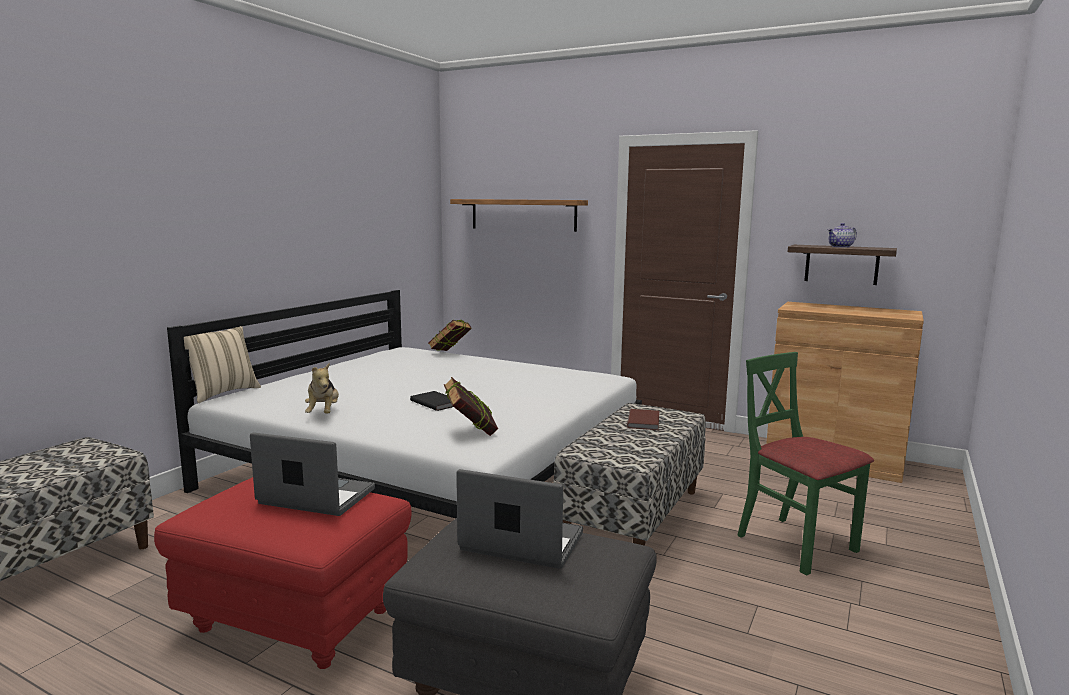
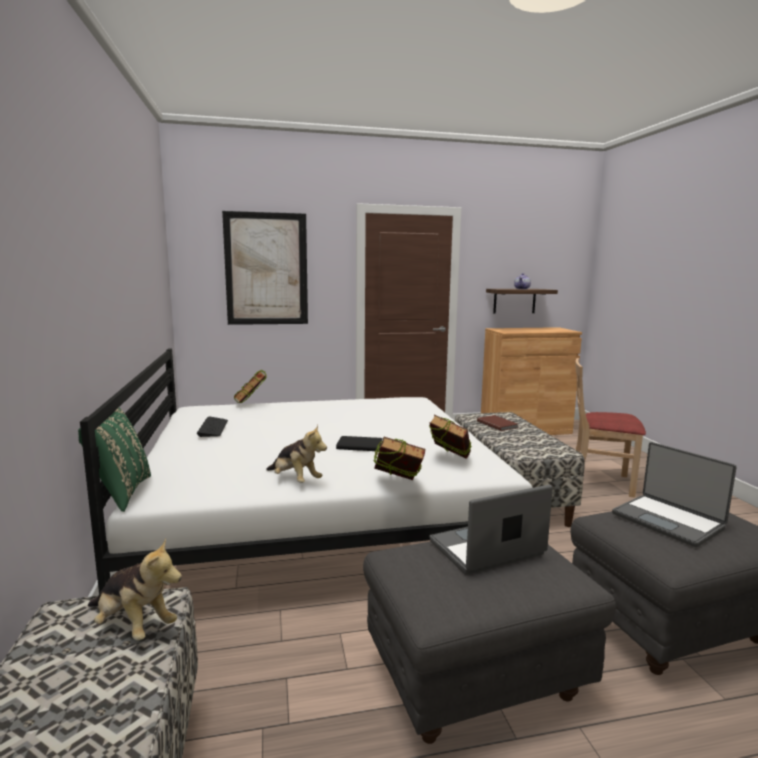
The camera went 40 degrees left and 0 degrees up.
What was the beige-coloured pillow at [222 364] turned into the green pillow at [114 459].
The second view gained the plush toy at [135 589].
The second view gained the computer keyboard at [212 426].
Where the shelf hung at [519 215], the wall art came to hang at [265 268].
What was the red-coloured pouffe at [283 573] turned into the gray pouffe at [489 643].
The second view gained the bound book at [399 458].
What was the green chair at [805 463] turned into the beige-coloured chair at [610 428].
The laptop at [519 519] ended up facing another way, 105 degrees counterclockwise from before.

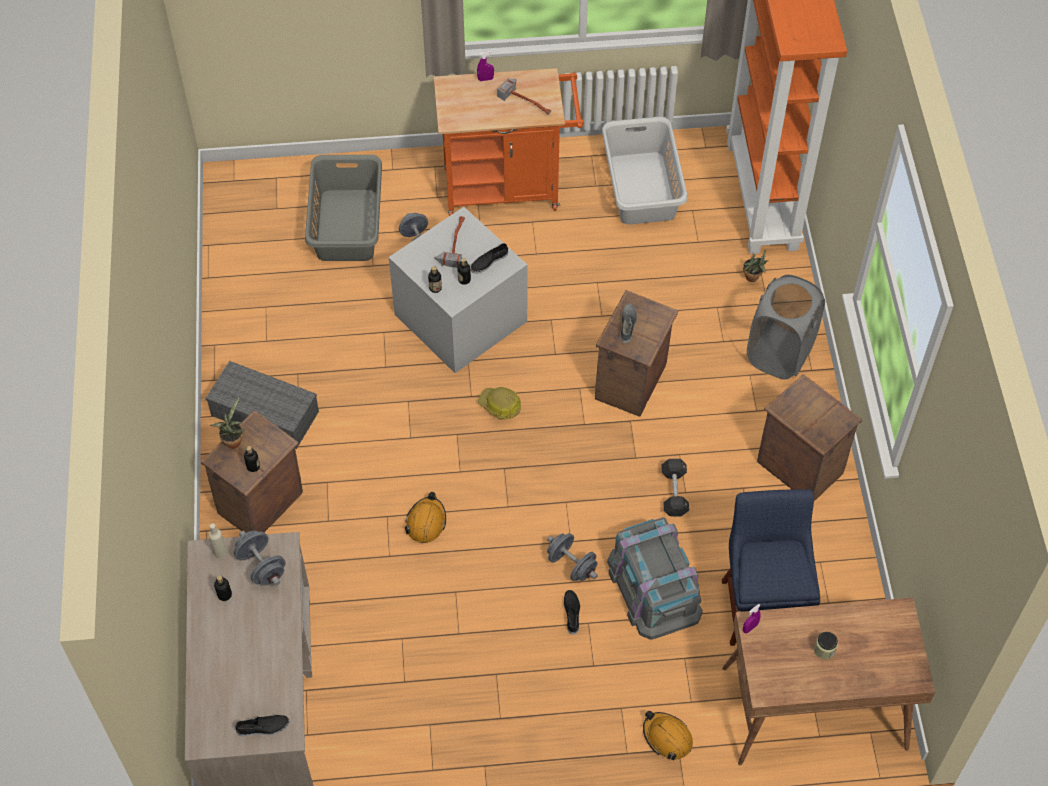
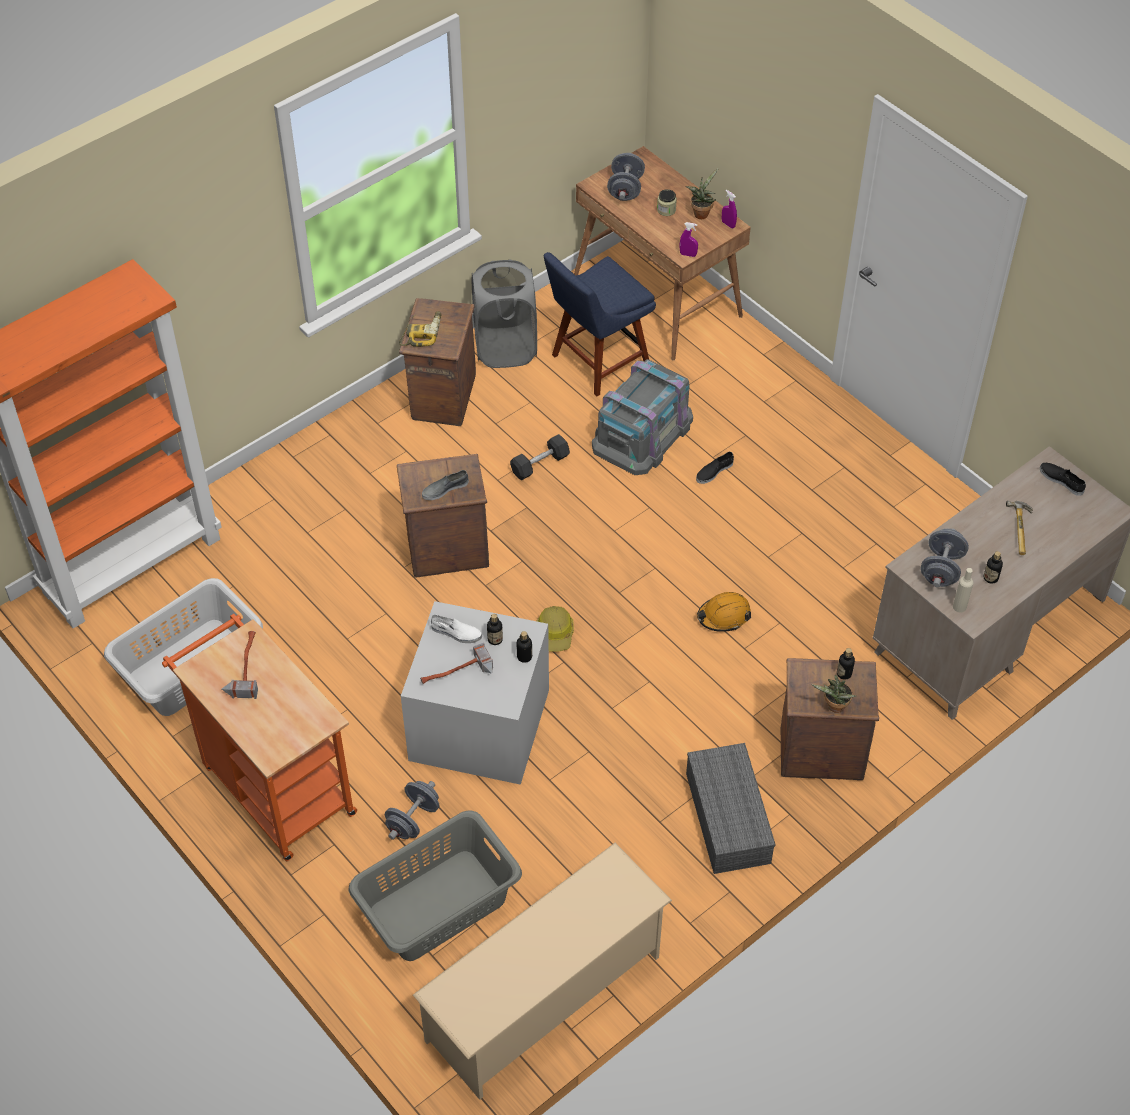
The camera went 125 degrees left and 5 degrees down.
The second view gained the electric drill at [420 329].
The second view gained the beige-coloured shoe stand at [542 971].
What was the blackish low shoe at [489 258] turned into the white low shoe at [456 629].
The gray hamper ended up elsewhere, having gone from [786 327] to [504 313].
The gray free weight ended up elsewhere, having gone from [572 557] to [626 177].
The potted plant ended up elsewhere, having gone from [756 265] to [702 193].
The purple-coloured spray bottle ended up elsewhere, having gone from [485 66] to [729 209].
The second view gained the hammer at [1019 528].
The second view lost the orange-coloured safety helmet at [668 735].

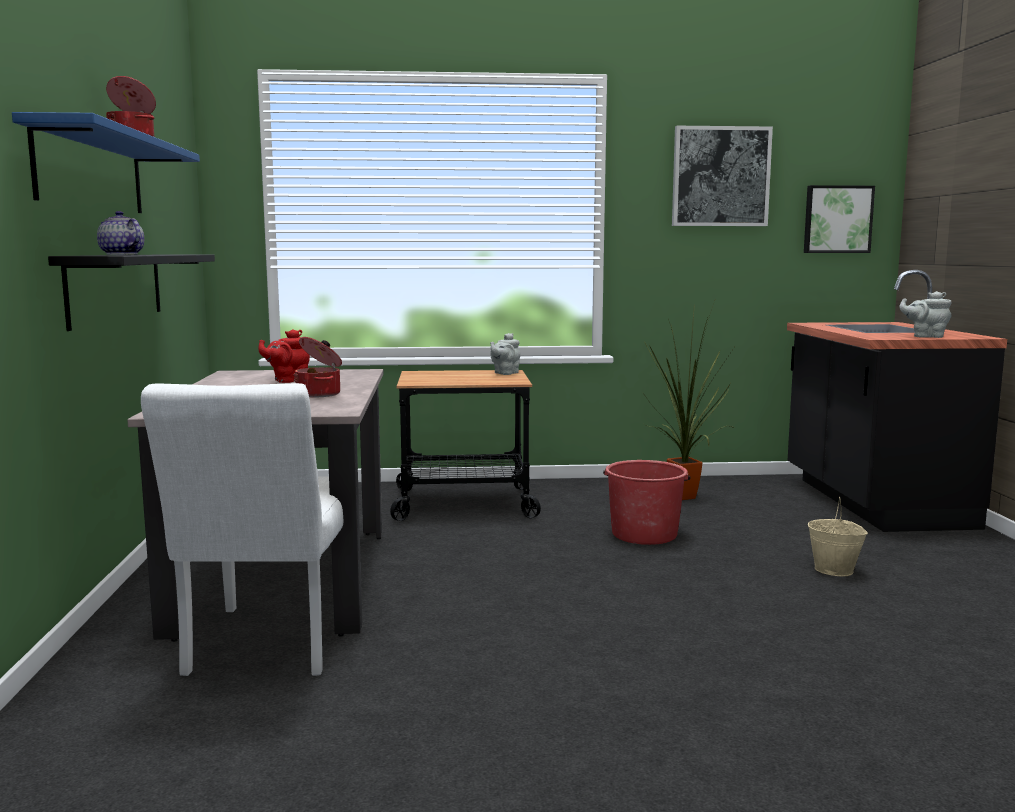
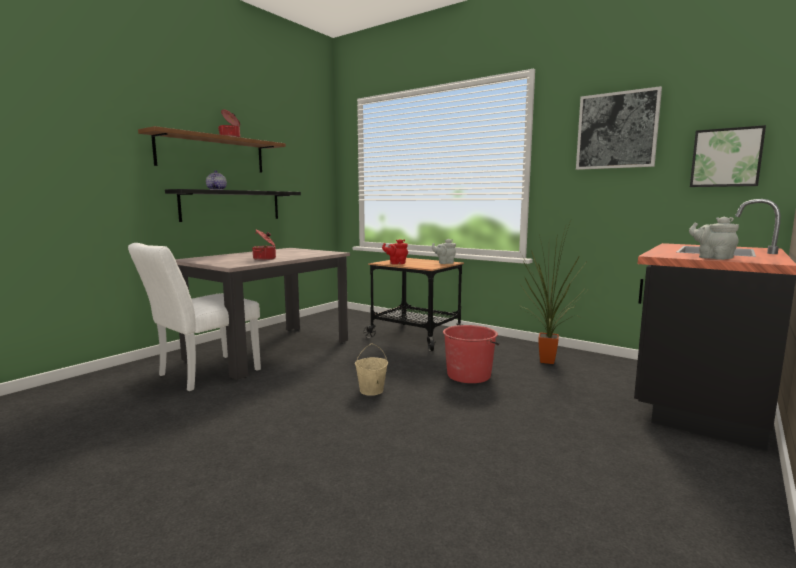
The camera went 40 degrees right and 0 degrees up.
What was the bluish shelf at [106 162] turned into the brownish shelf at [212 149].
The beige-coloured pail ended up elsewhere, having gone from [838 536] to [371 369].
The red-coloured pot for tea ended up elsewhere, having gone from [284 356] to [395 251].

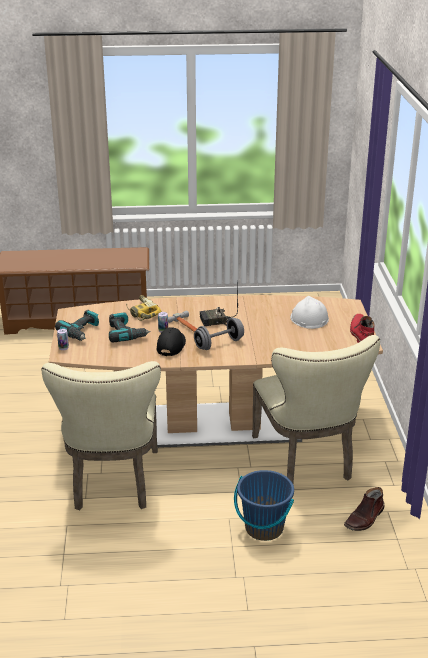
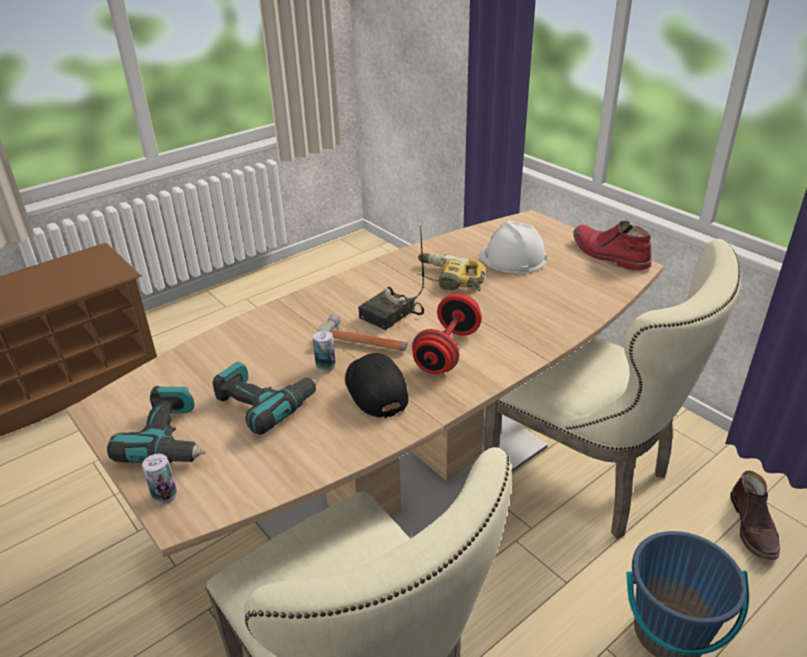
The camera went 35 degrees left and 5 degrees up.
What was the gray free weight at [219 333] turned into the red-coloured free weight at [447 334].
The electric drill ended up elsewhere, having gone from [144 308] to [451 272].

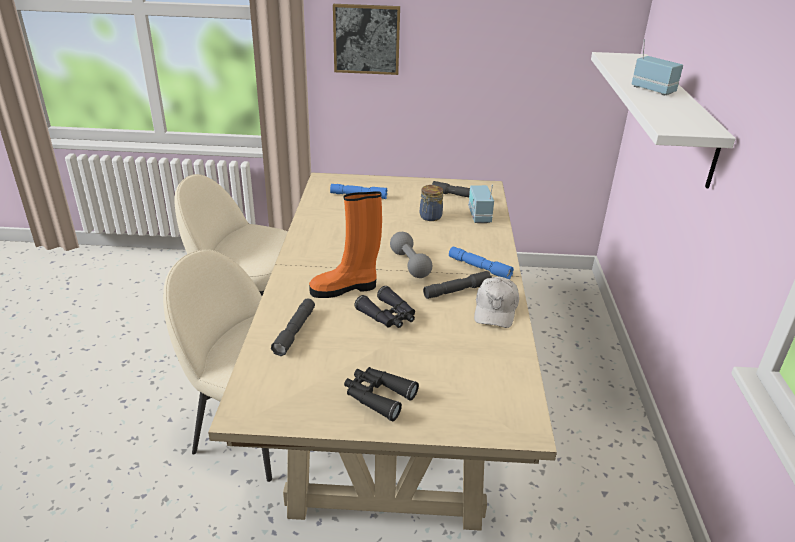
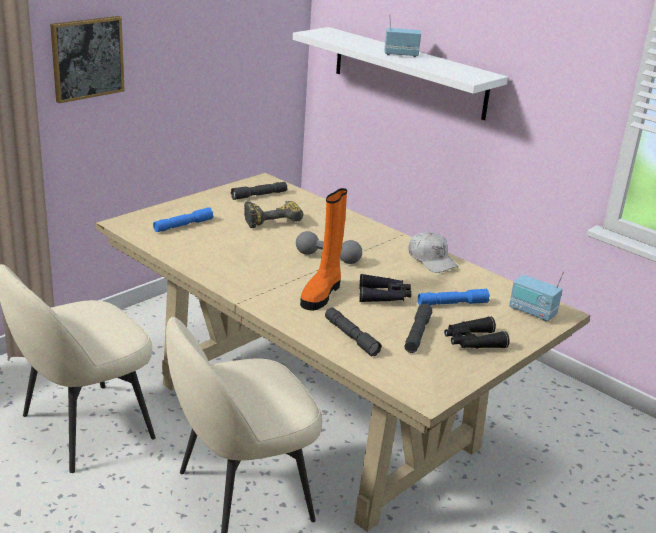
The camera went 50 degrees left and 5 degrees down.
Where the preserve jar stood at [431 203], the electric drill came to stand at [273 214].
The gray hand torch ended up elsewhere, having gone from [457 285] to [418 328].
The bluish hand torch ended up elsewhere, having gone from [481 262] to [454 297].
The radio set ended up elsewhere, having gone from [481 203] to [536 296].

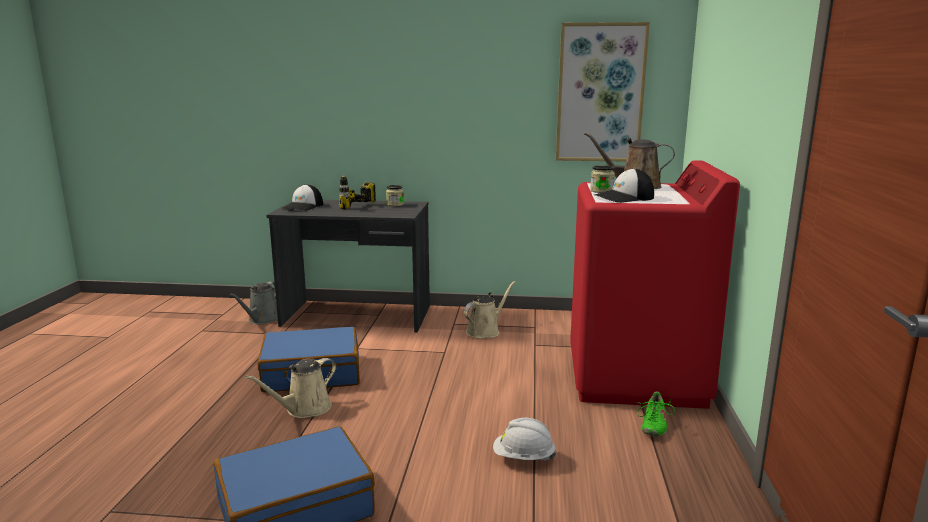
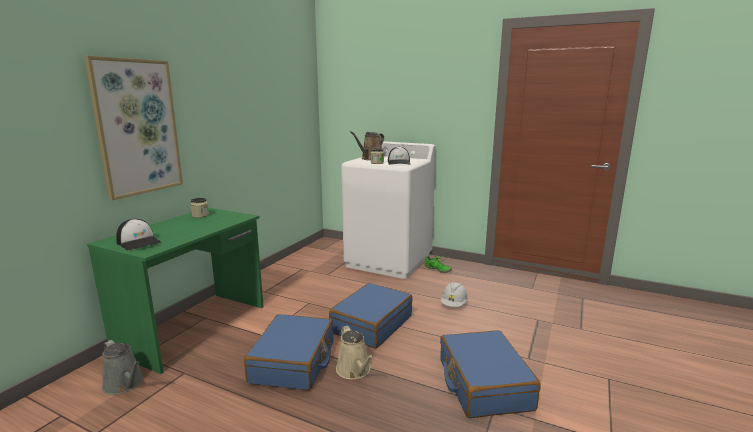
The camera went 70 degrees left and 0 degrees up.
The wall art ended up elsewhere, having gone from [603 92] to [133 128].
What was the gray desk unit at [348 266] turned into the green desk unit at [175 291].
The second view gained the bluish suitcase at [370 316].
What was the red-coloured washing machine at [655 284] turned into the white washing machine at [388 210].
The second view lost the electric drill at [357 191].
The second view lost the beige-coloured watering can at [489 310].

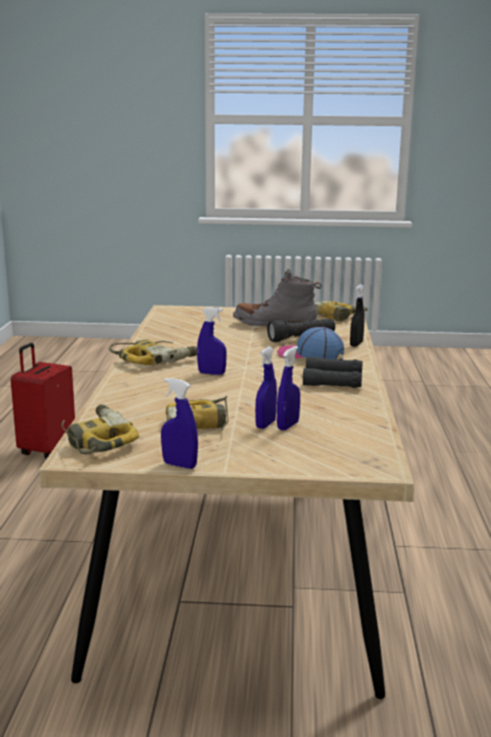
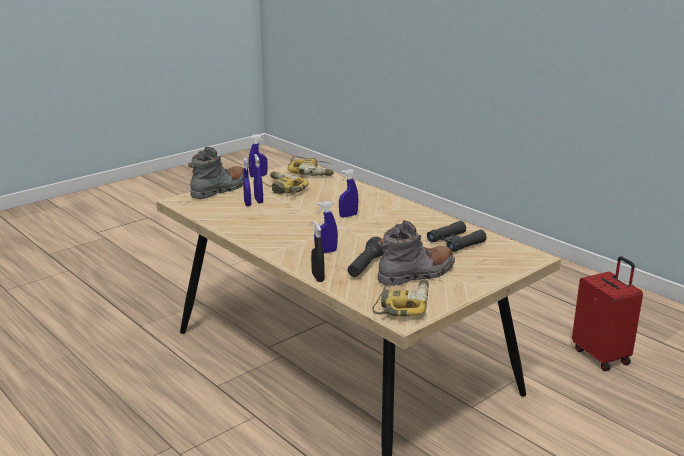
The camera went 135 degrees right and 5 degrees up.
The second view gained the gray tall boot at [216 173].
Where the cap stood at [310 343], the bluish spray bottle came to stand at [326 227].
The blackish pair of binoculars ended up elsewhere, having gone from [333 372] to [456 236].
The second view lost the electric drill at [153 352].

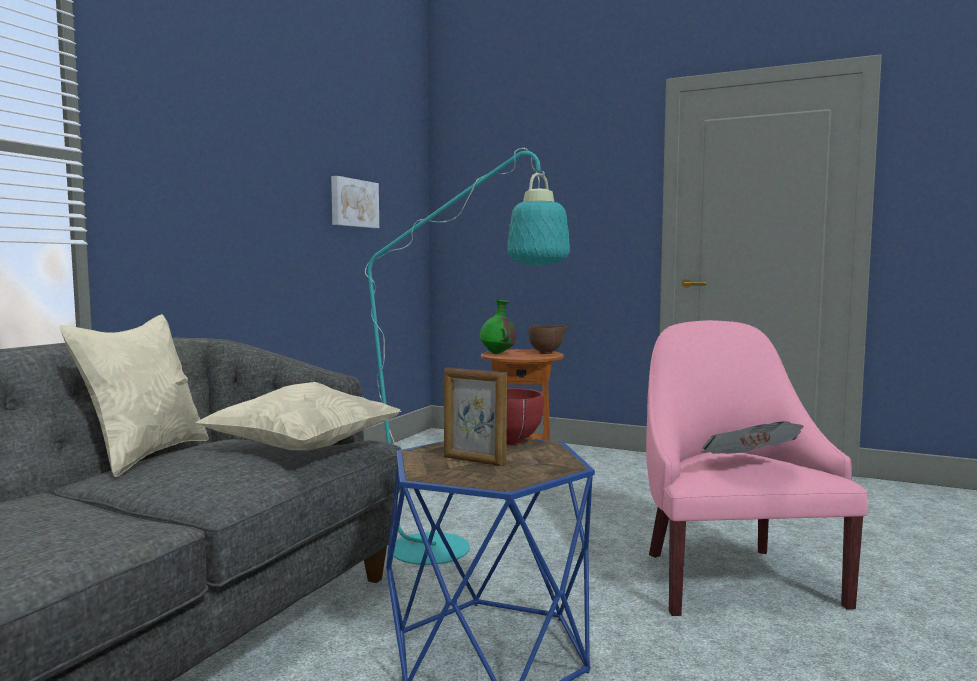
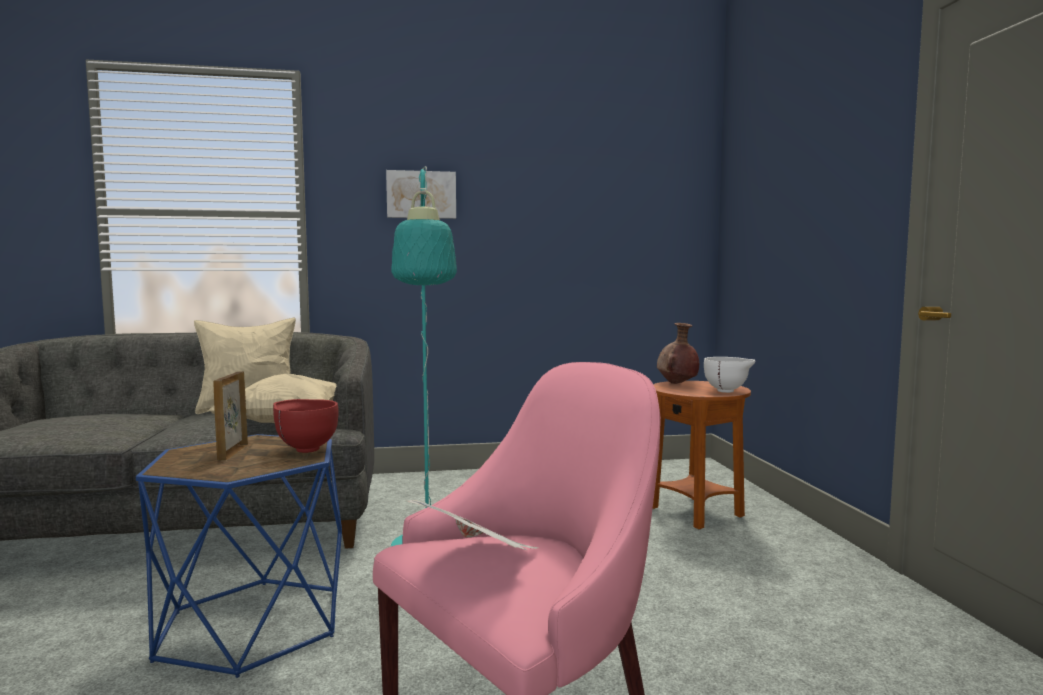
The camera went 55 degrees right and 0 degrees up.
The wall art ended up elsewhere, having gone from [355 202] to [421 194].
What was the green decorative vase at [498 327] turned into the brownish decorative vase at [678 353].
What was the brownish deep dish at [547 339] turned into the white deep dish at [729 375].

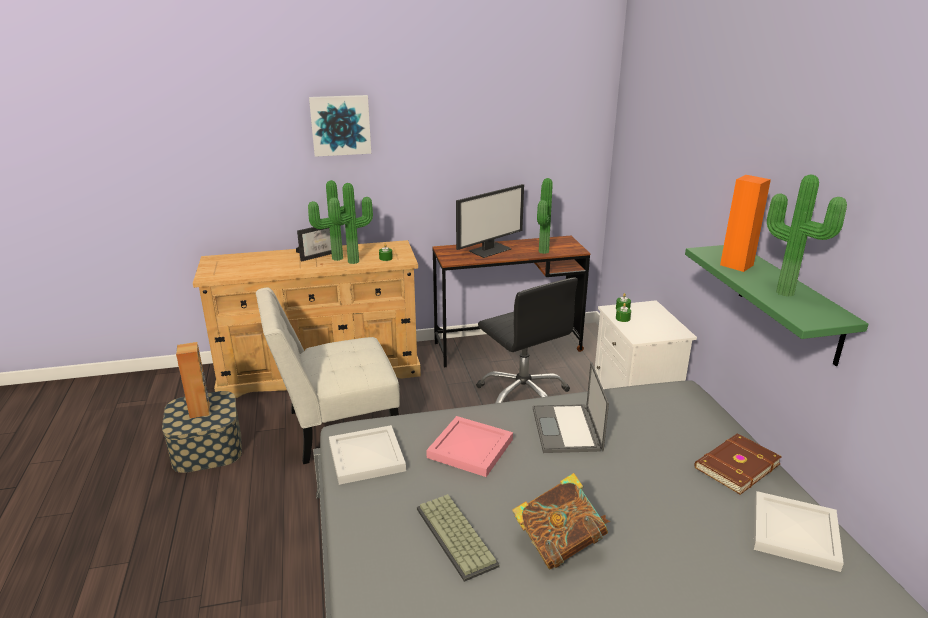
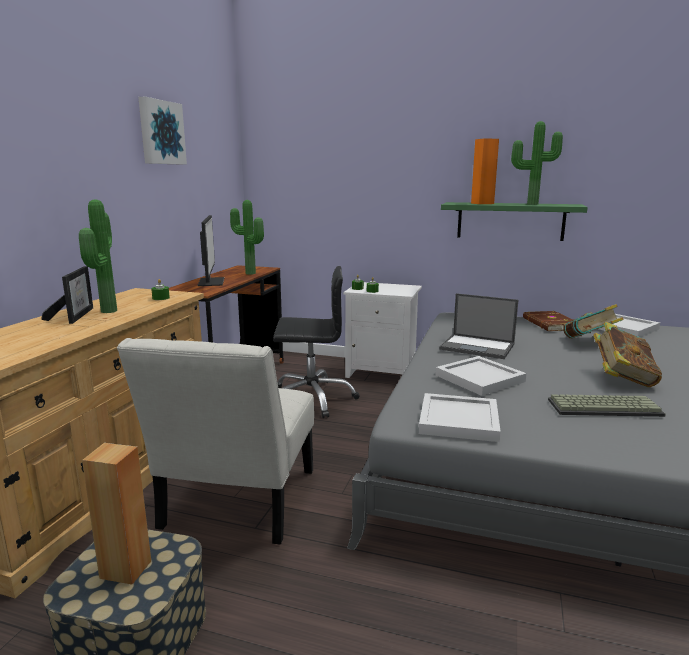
The camera went 60 degrees left and 10 degrees down.
The wall art ended up elsewhere, having gone from [340 126] to [162 131].
What was the pink tray at [469 446] turned into the white tray at [481 376].
The second view gained the bound book at [593 321].
The second view lost the potted plant at [351 223].

